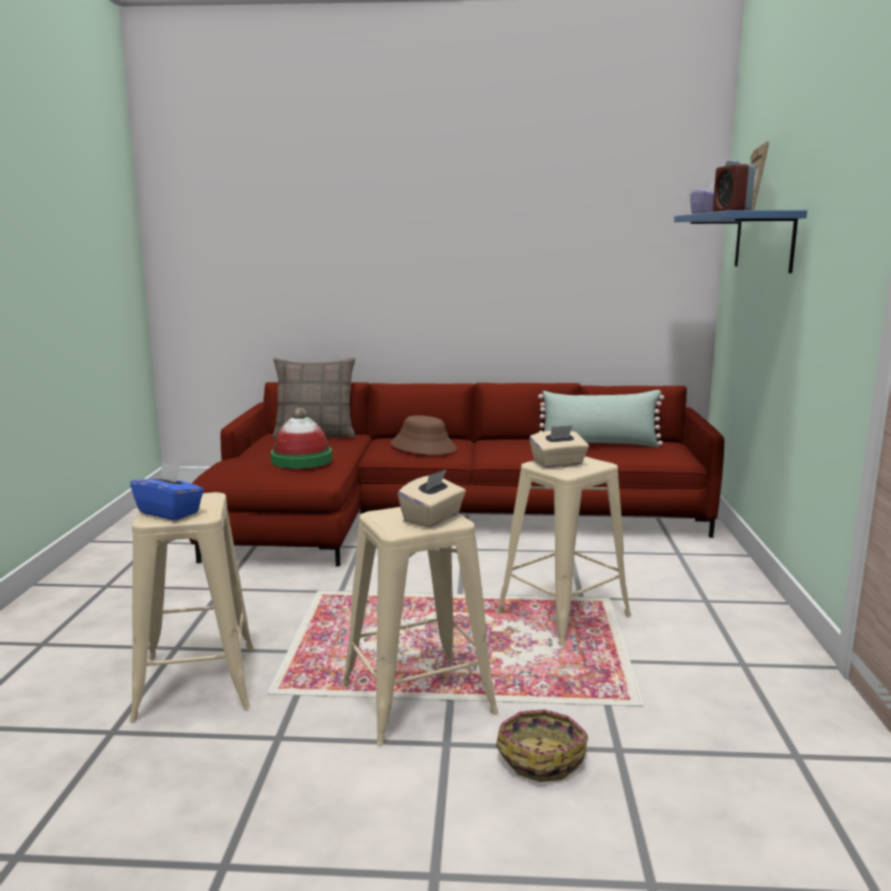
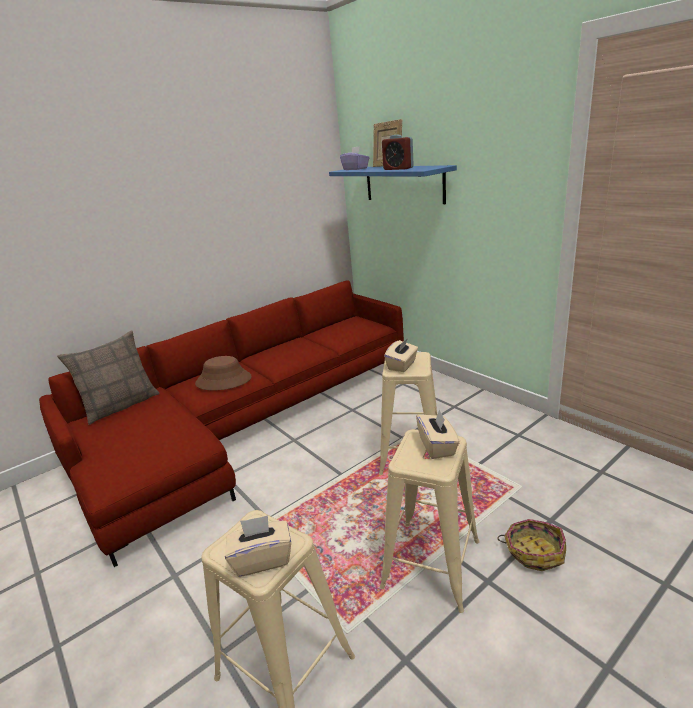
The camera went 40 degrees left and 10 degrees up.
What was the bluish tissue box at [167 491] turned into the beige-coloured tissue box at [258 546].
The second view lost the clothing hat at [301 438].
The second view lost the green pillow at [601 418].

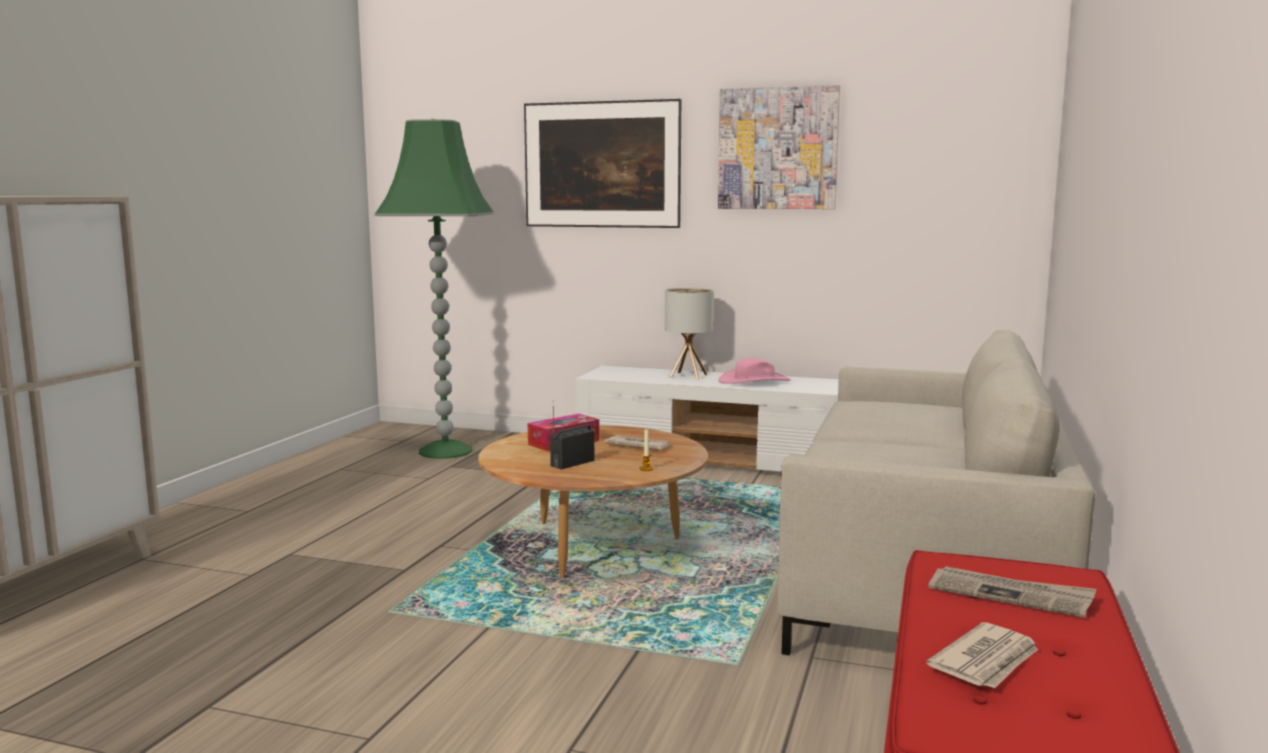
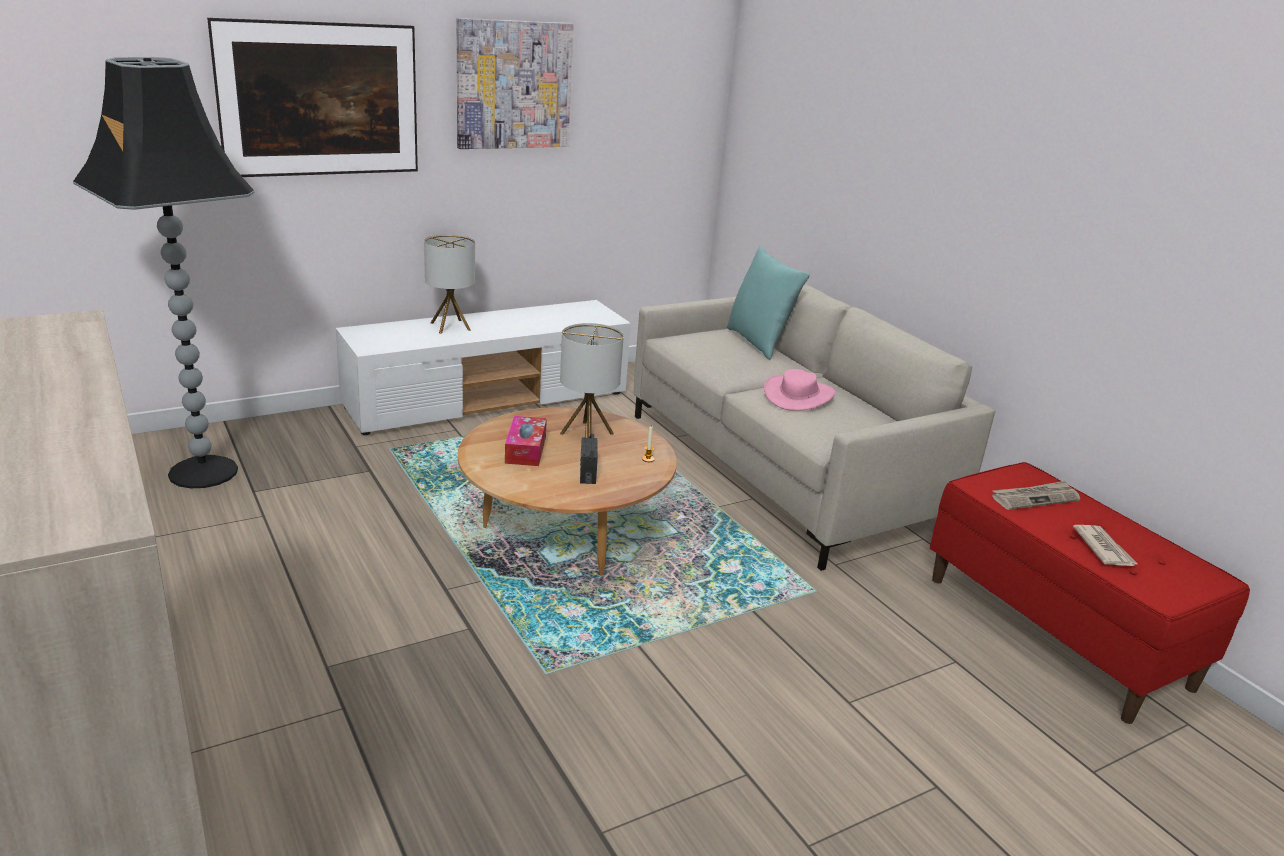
The camera went 50 degrees left and 15 degrees up.
What was the green standard lamp at [434 289] turned into the blackish standard lamp at [163 272].
Where the newspaper stood at [638 442], the tabletop lamp came to stand at [592 380].
The second view gained the turquoise-coloured pillow at [768 303].
The pink clothing hat ended up elsewhere, having gone from [755 371] to [800 390].

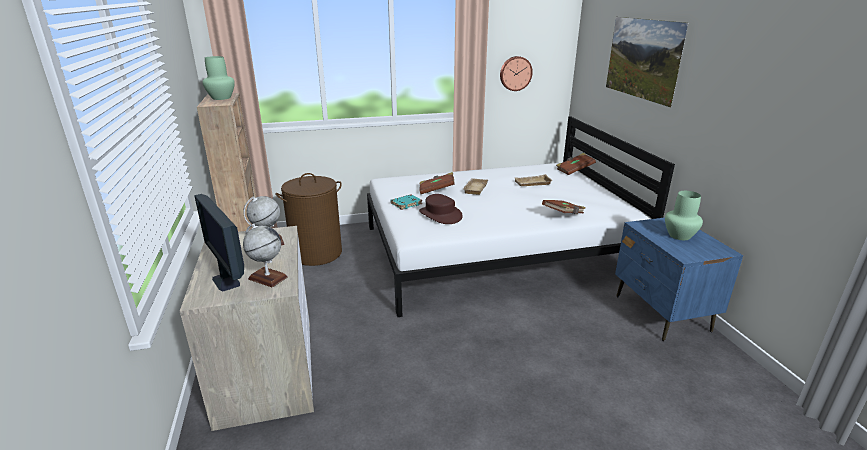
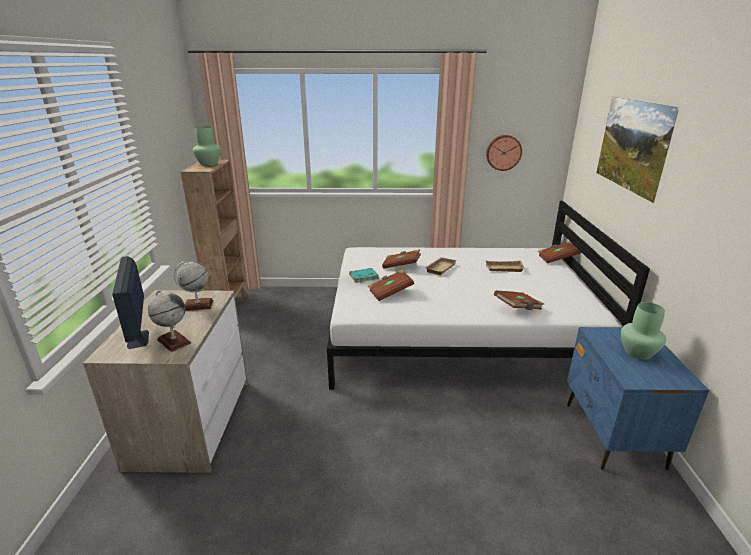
The camera went 15 degrees right and 0 degrees up.
Where the brownish clothing hat stood at [441 209], the brownish bound book came to stand at [391 285].
The second view lost the brownish hamper at [308 219].

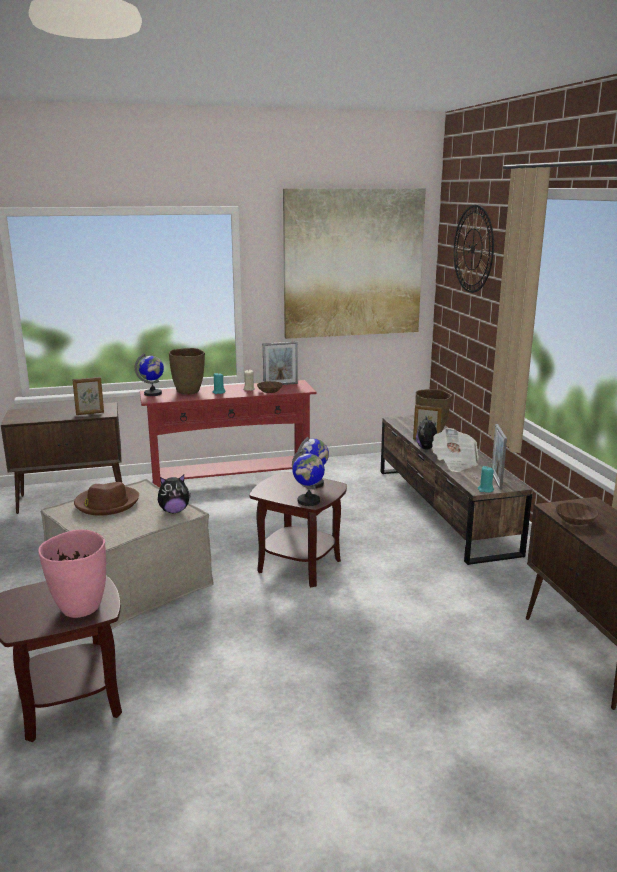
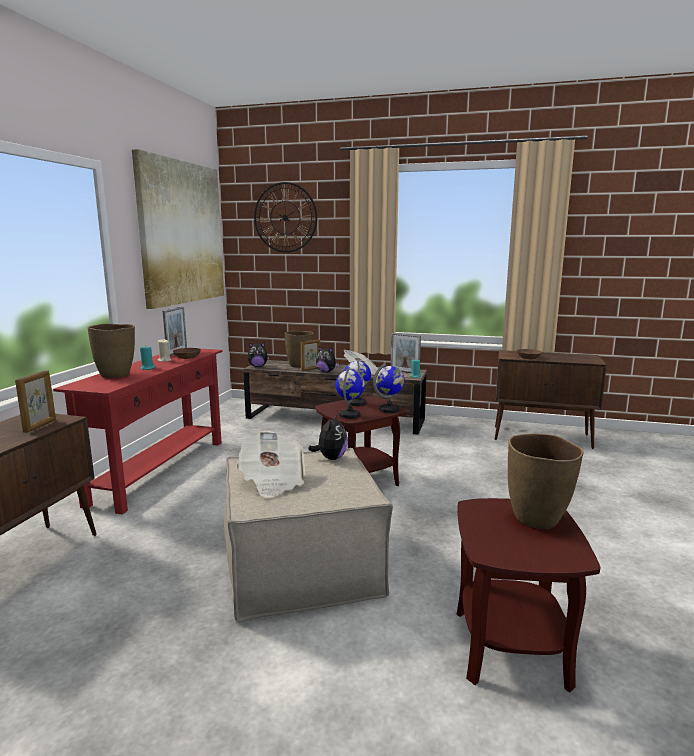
The camera went 60 degrees left and 5 degrees down.
Where the brownish clothing hat stood at [106 499], the newspaper came to stand at [271 464].
The second view gained the plush toy at [258 354].
The globe ended up elsewhere, having gone from [149 374] to [350 393].
What was the pink decorative vase at [72 573] turned into the brownish decorative vase at [546 481].

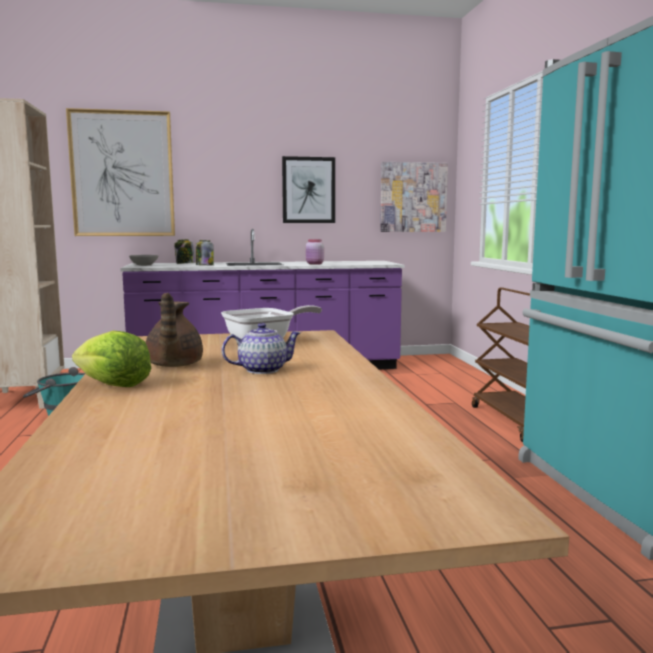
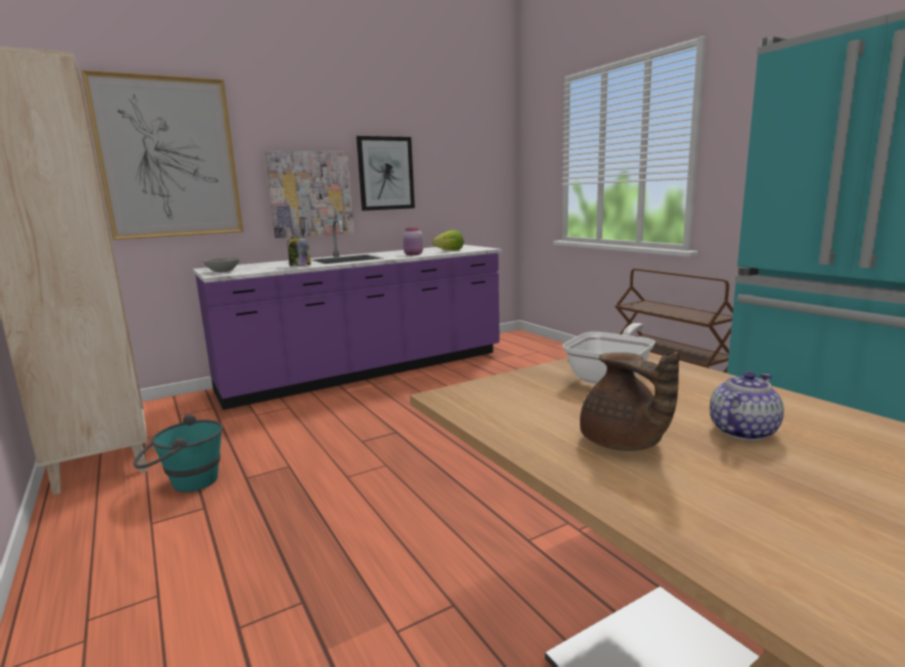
The camera went 20 degrees left and 5 degrees up.
The wall art ended up elsewhere, having gone from [414 197] to [309 194].
The lettuce head ended up elsewhere, having gone from [112 359] to [448 240].
The second view lost the preserve jar at [185 251].

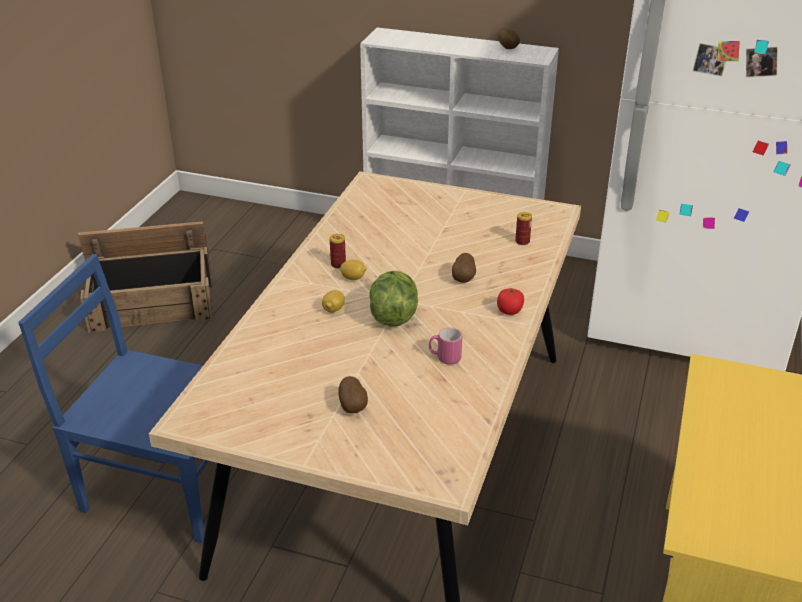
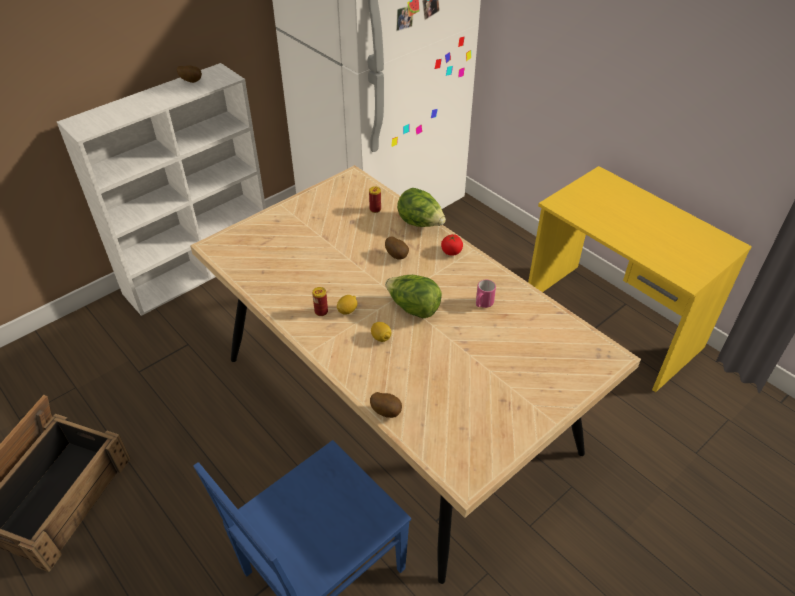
The camera went 60 degrees left and 10 degrees up.
The spud ended up elsewhere, having gone from [353 394] to [386 405].
The second view gained the lettuce head at [421 207].

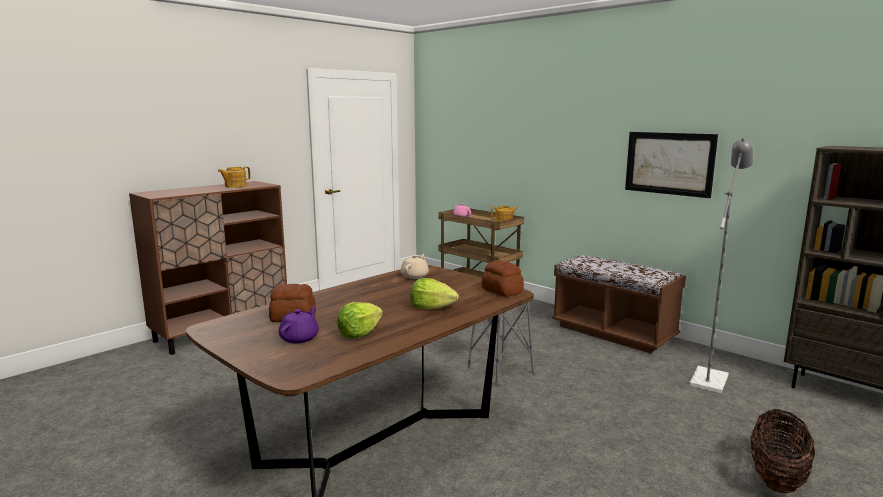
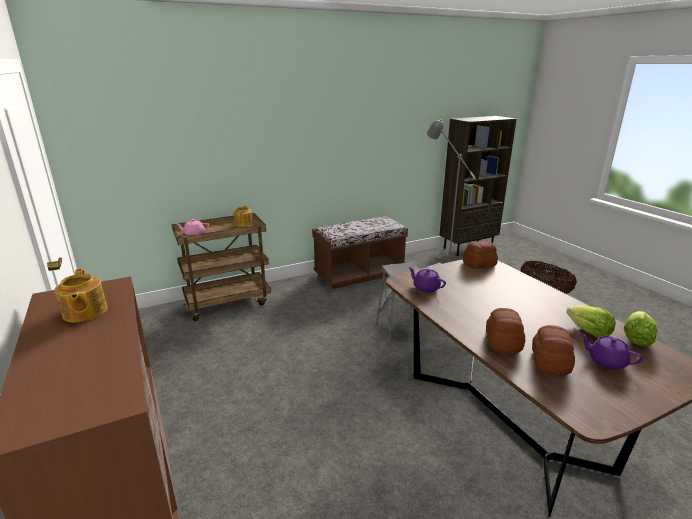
The camera went 70 degrees left and 10 degrees up.
What was the beige-coloured pot for tea at [415 266] turned into the purple-coloured pot for tea at [427 279].
The second view gained the bread at [505 330].
The lettuce head ended up elsewhere, having gone from [434 294] to [640 328].
The second view lost the wall art at [671 165].

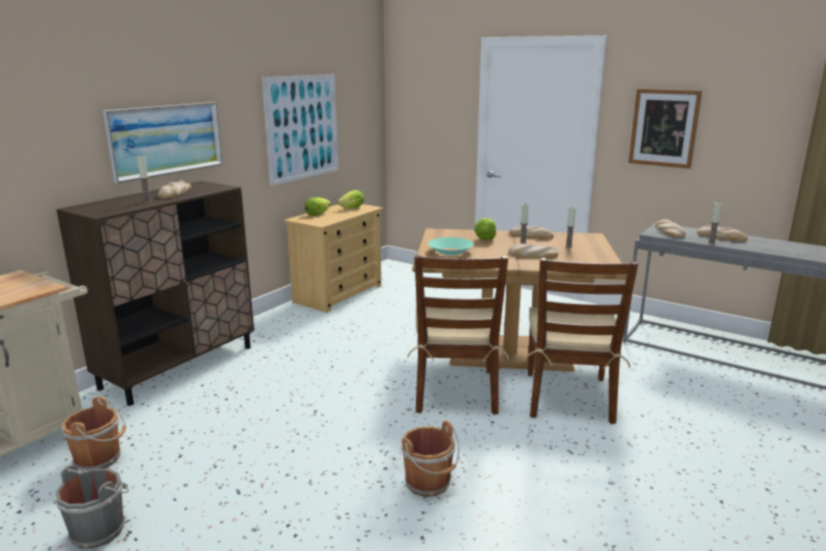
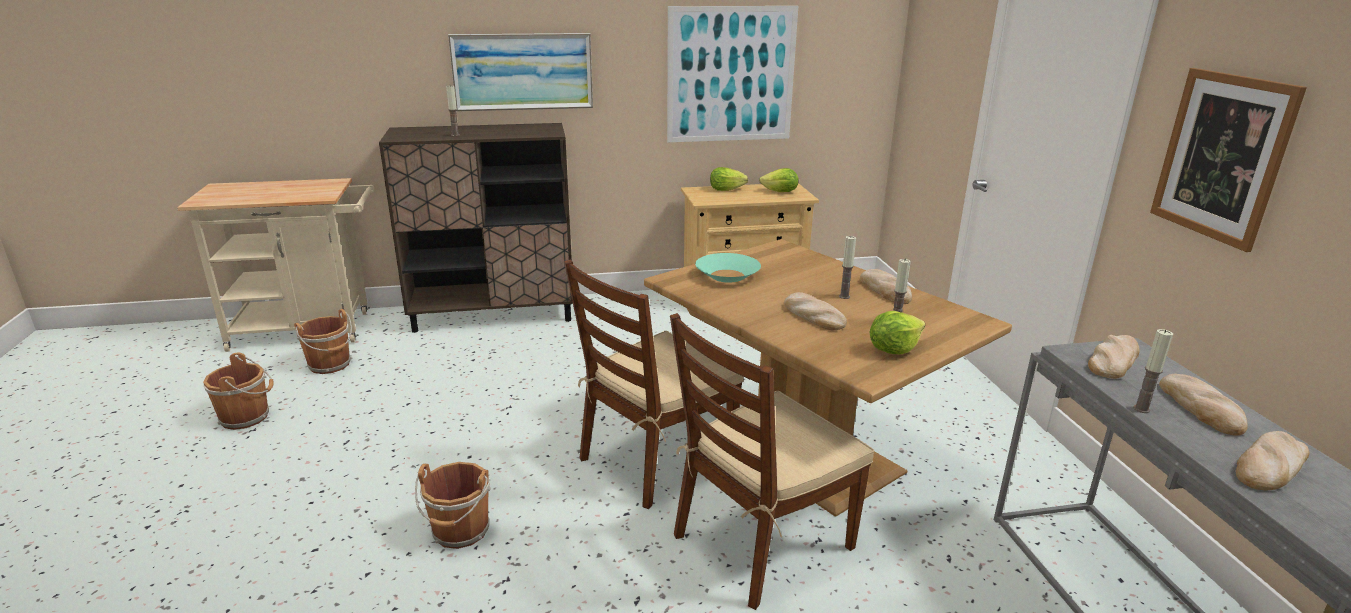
The camera went 45 degrees right and 5 degrees up.
What was the gray pail at [91 507] turned into the brownish pail at [238 391].
The lettuce head ended up elsewhere, having gone from [485 229] to [897 332].
The bread ended up elsewhere, having gone from [174 189] to [1272 460].

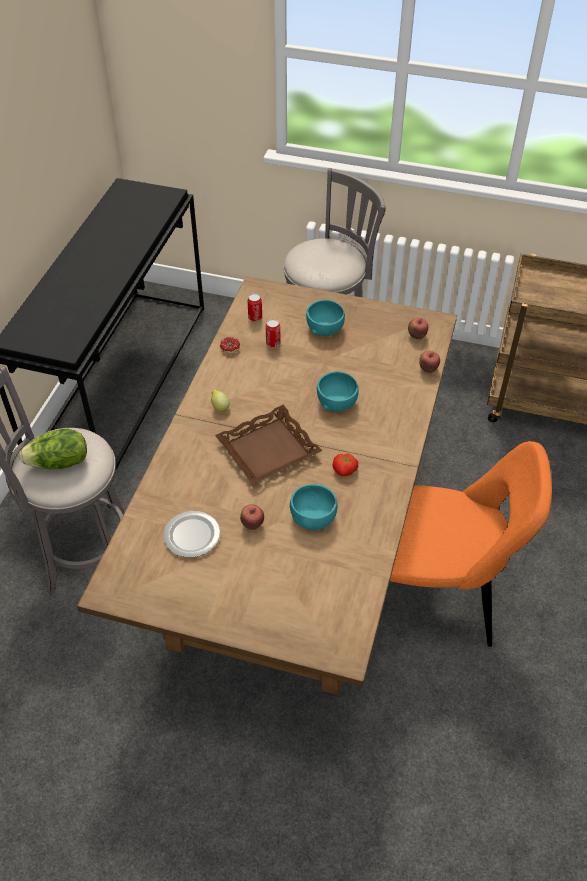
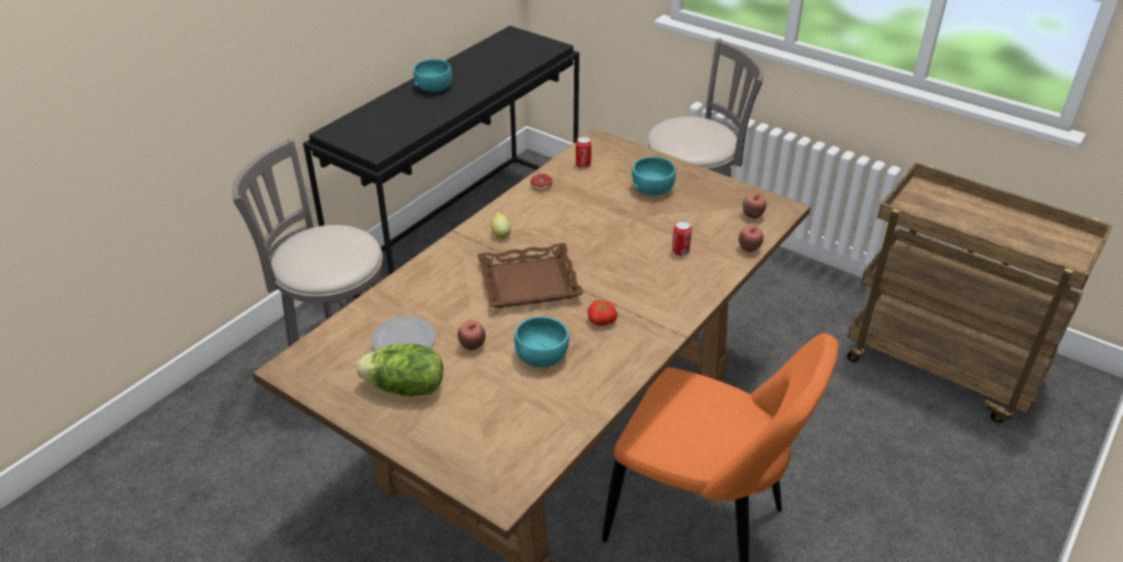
The camera went 20 degrees right and 10 degrees down.
The lettuce head ended up elsewhere, having gone from [53 449] to [399 370].
The turquoise-coloured deep dish ended up elsewhere, having gone from [338 391] to [432 75].
The metal can ended up elsewhere, having gone from [273 333] to [682 238].

